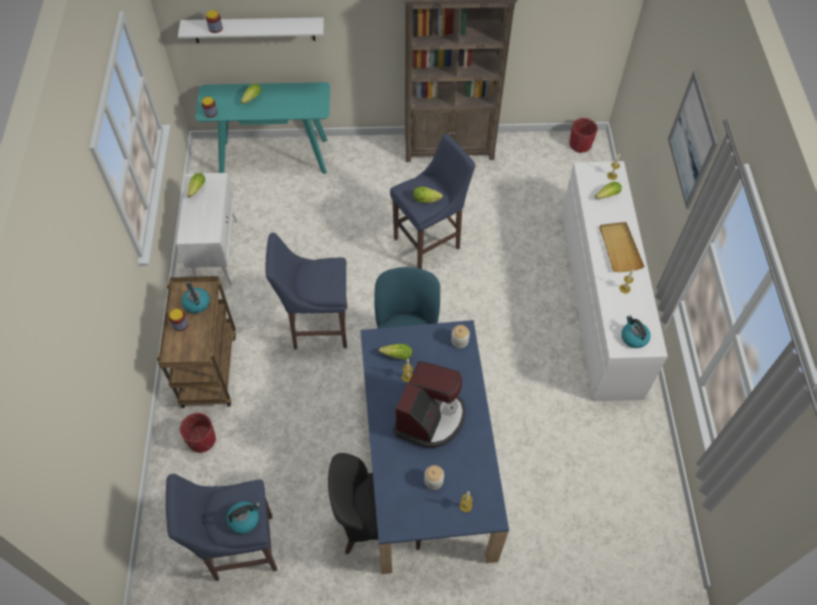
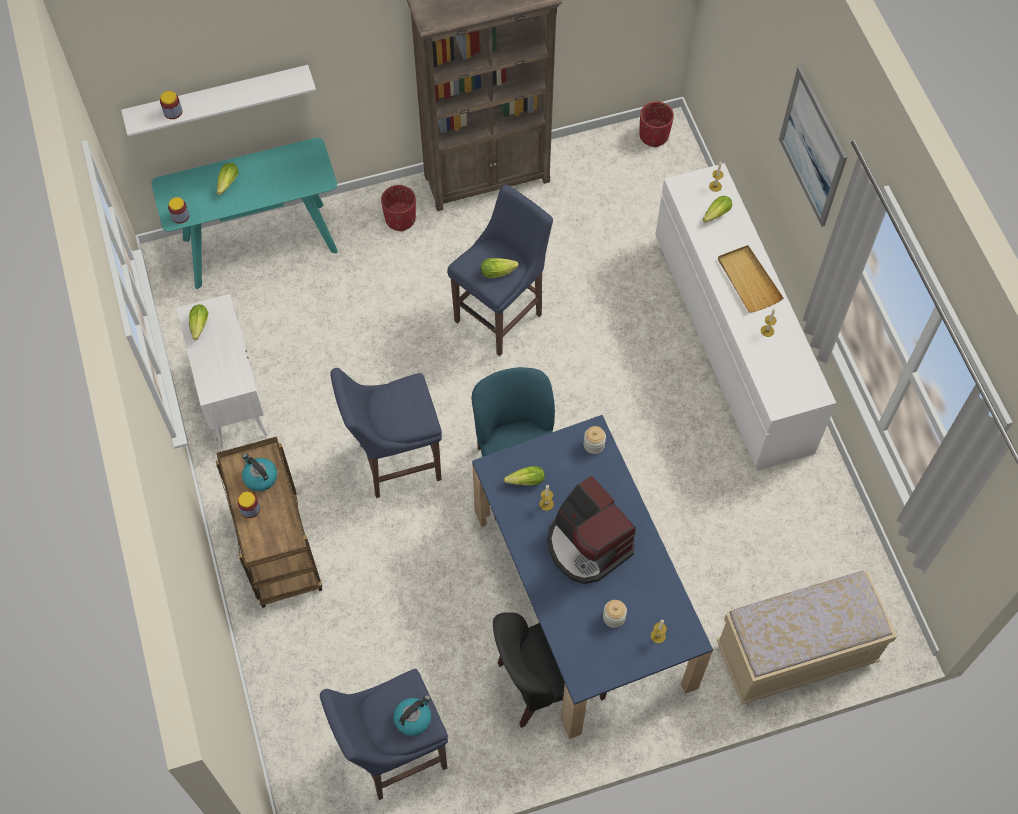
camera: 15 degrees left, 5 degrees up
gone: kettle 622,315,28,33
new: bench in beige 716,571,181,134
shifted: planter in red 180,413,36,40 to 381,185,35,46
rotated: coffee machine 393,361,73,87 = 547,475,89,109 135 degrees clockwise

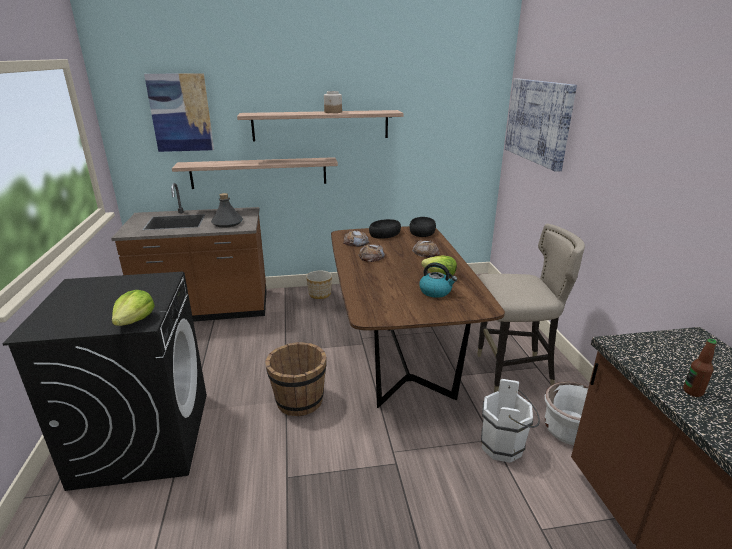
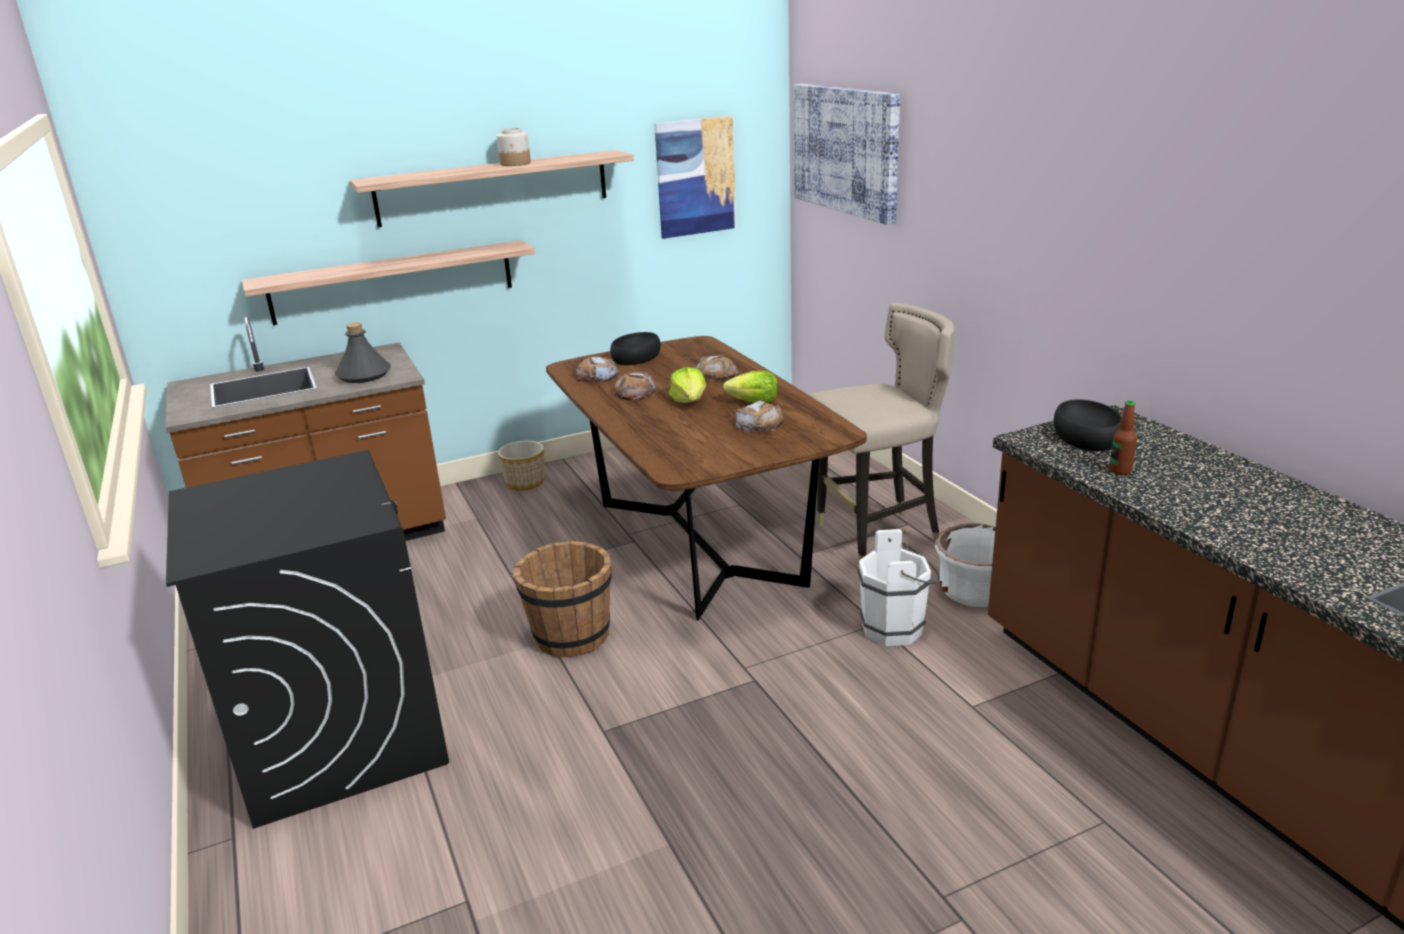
camera: 15 degrees left, 0 degrees up
shifted: picture 144,73,70,79 to 654,116,82,123; bowl in black 409,217,27,20 to 1054,399,68,52; lettuce 112,290,43,36 to 669,367,37,36
swapped: kettle 419,262,38,36 to bread 736,400,48,32

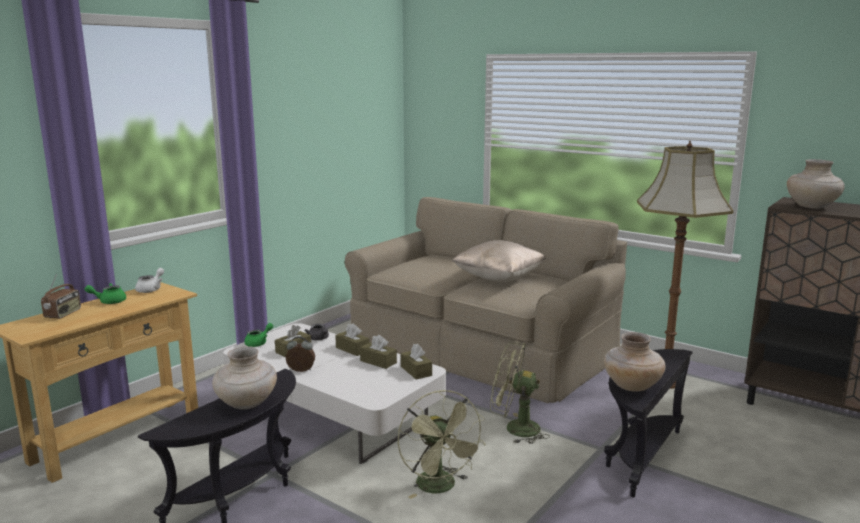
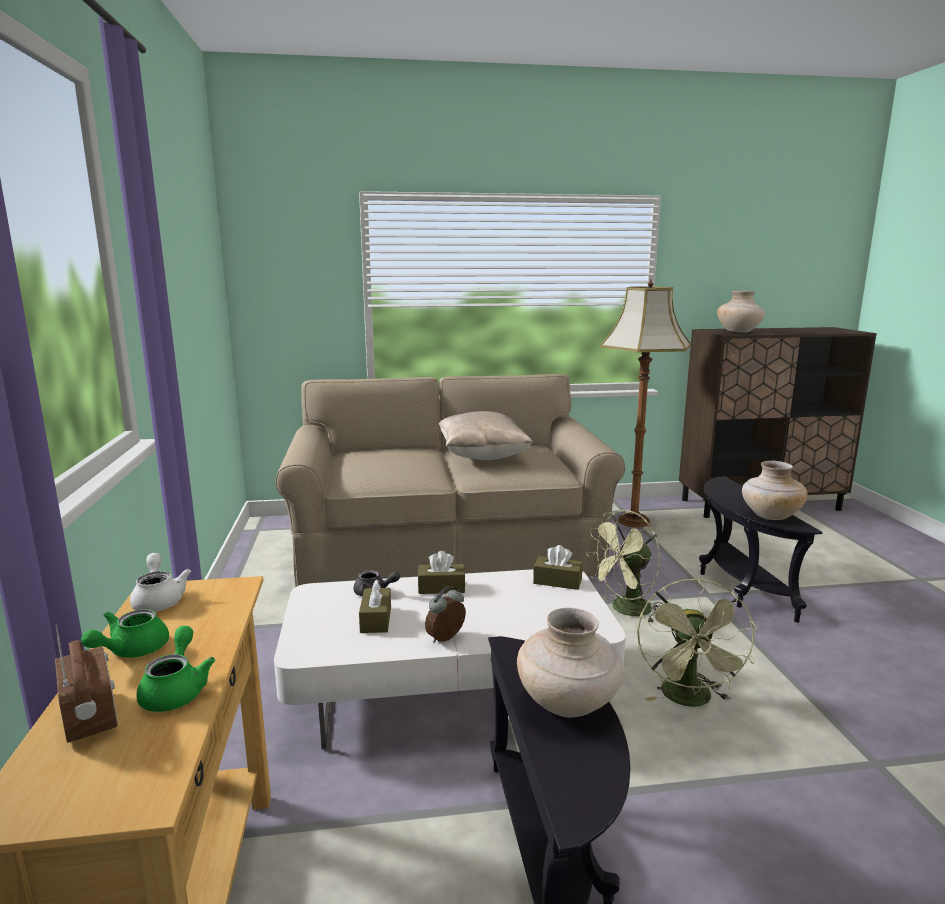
camera: 45 degrees left, 0 degrees up
gone: tissue box in brown 360,335,37,34
shifted: teapot in green 244,323,29,24 to 136,626,79,86
rotated: fan in green 398,390,88,109 = 637,578,120,129 75 degrees clockwise

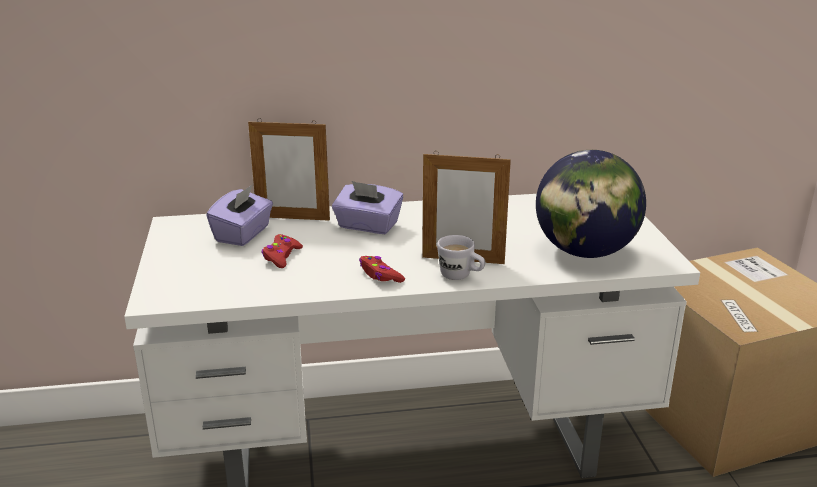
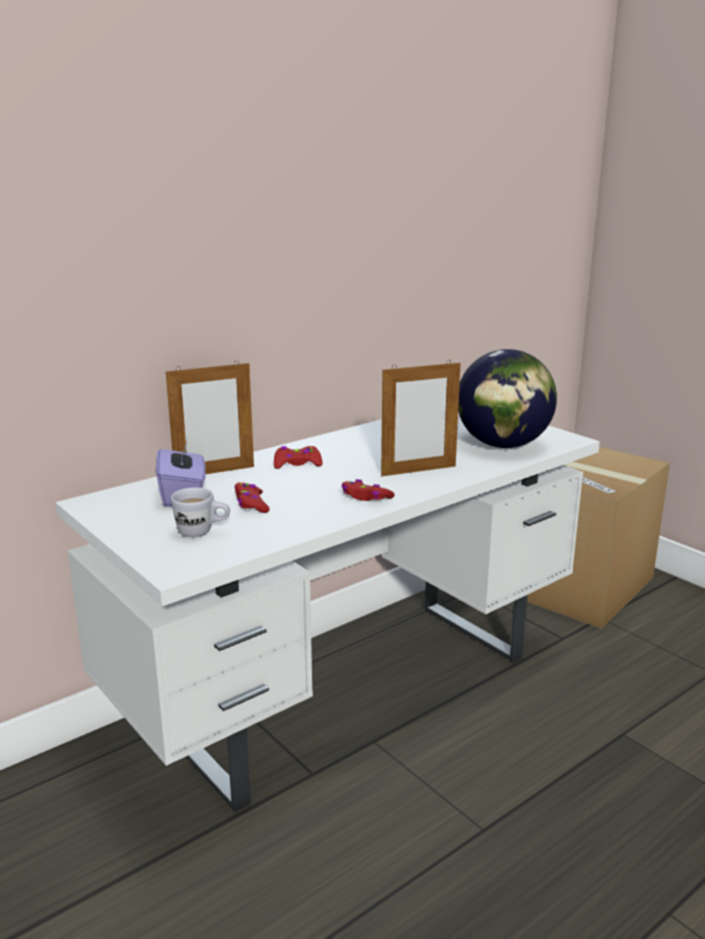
camera: 30 degrees left, 5 degrees down
shifted: mug in white 437,235,48,45 to 171,487,59,50
swapped: tissue box in purple 332,181,71,53 to game controller in red 274,446,48,23

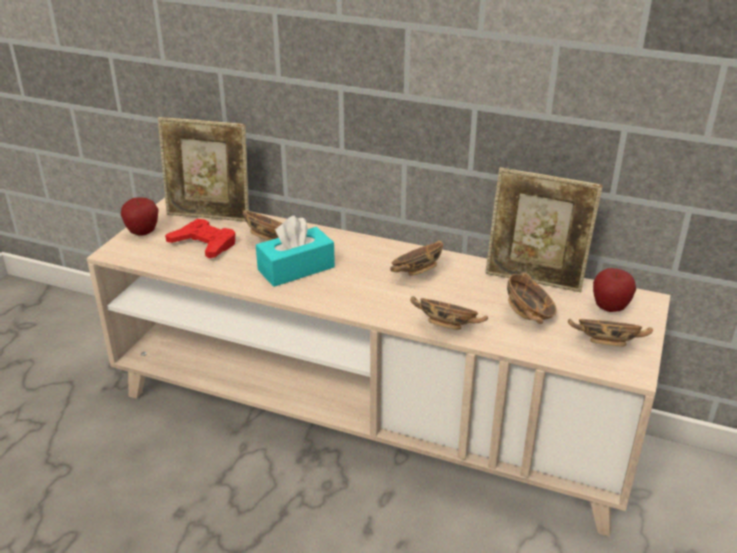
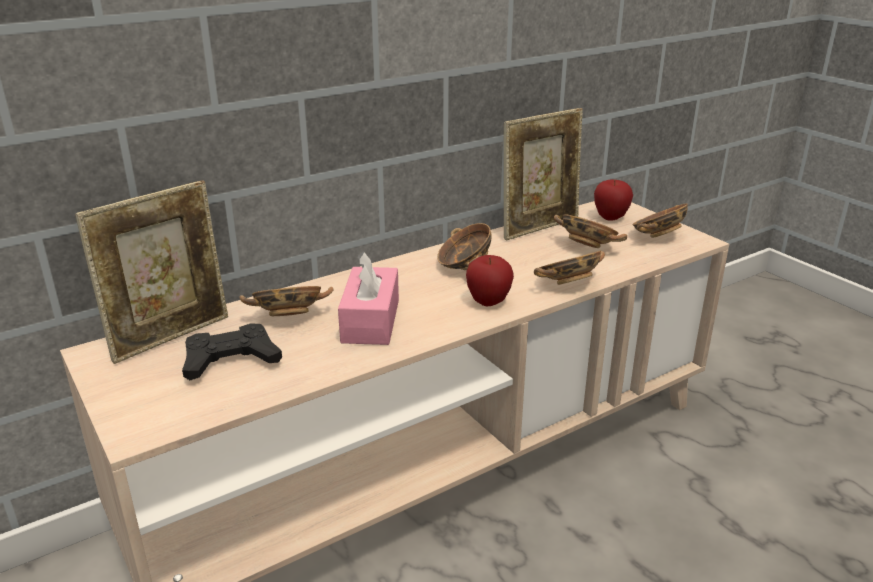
camera: 55 degrees left, 5 degrees down
shifted: apple 121,197,38,39 to 466,255,48,51
repainted: tissue box in turquoise 256,215,79,72 to tissue box in pink 338,251,61,94; game controller in red 165,219,71,39 to game controller in black 182,323,100,57

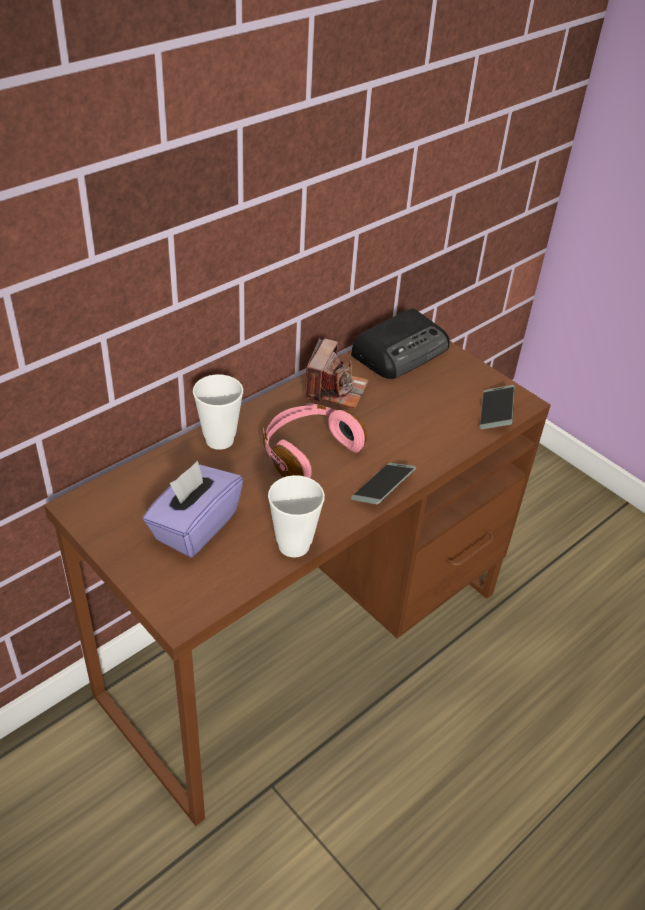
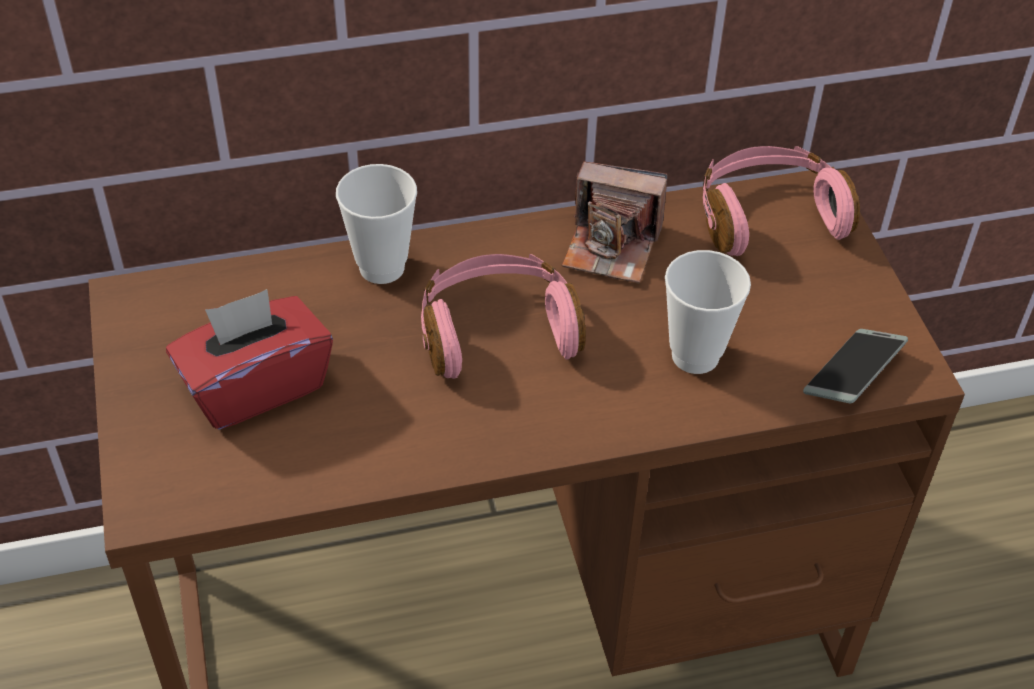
camera: 30 degrees right, 5 degrees up
gone: phone 351,463,65,41
shifted: cup 268,475,57,83 to 665,250,86,124
swapped: radio 351,308,98,71 to headphones in pink 703,146,157,110
repainted: tissue box in purple 143,461,100,97 to tissue box in red 166,289,167,141
rotated: photo camera 305,338,64,70 = 562,162,105,121 60 degrees clockwise

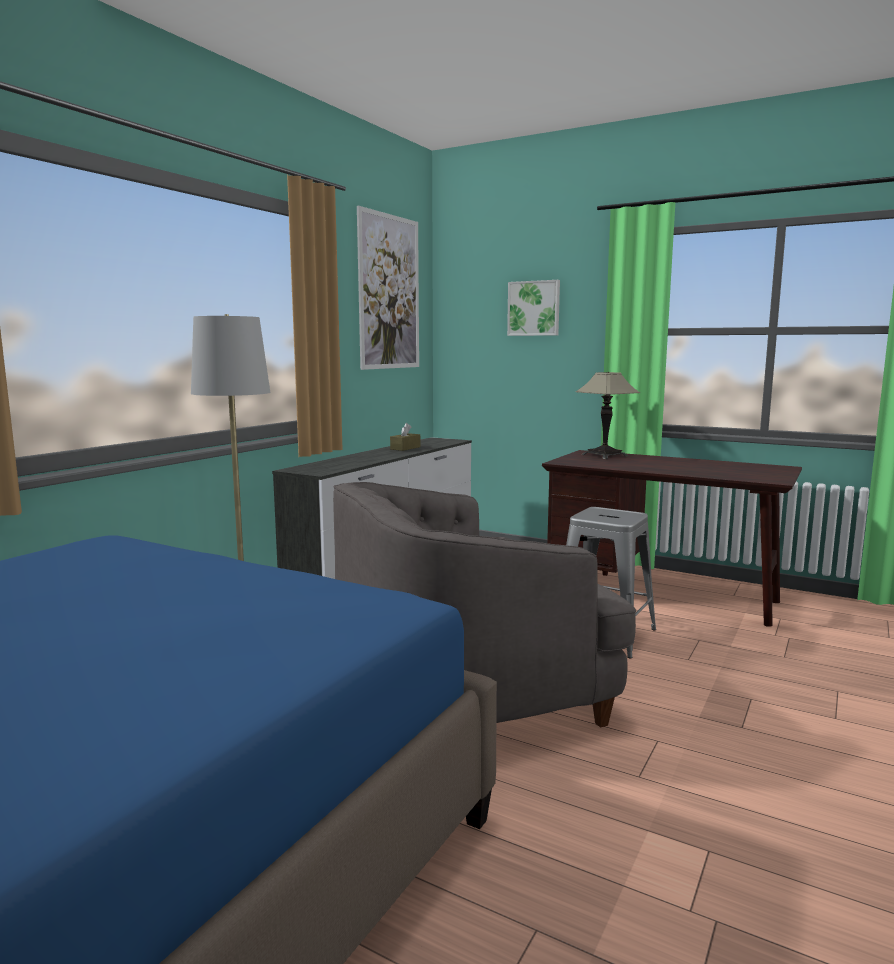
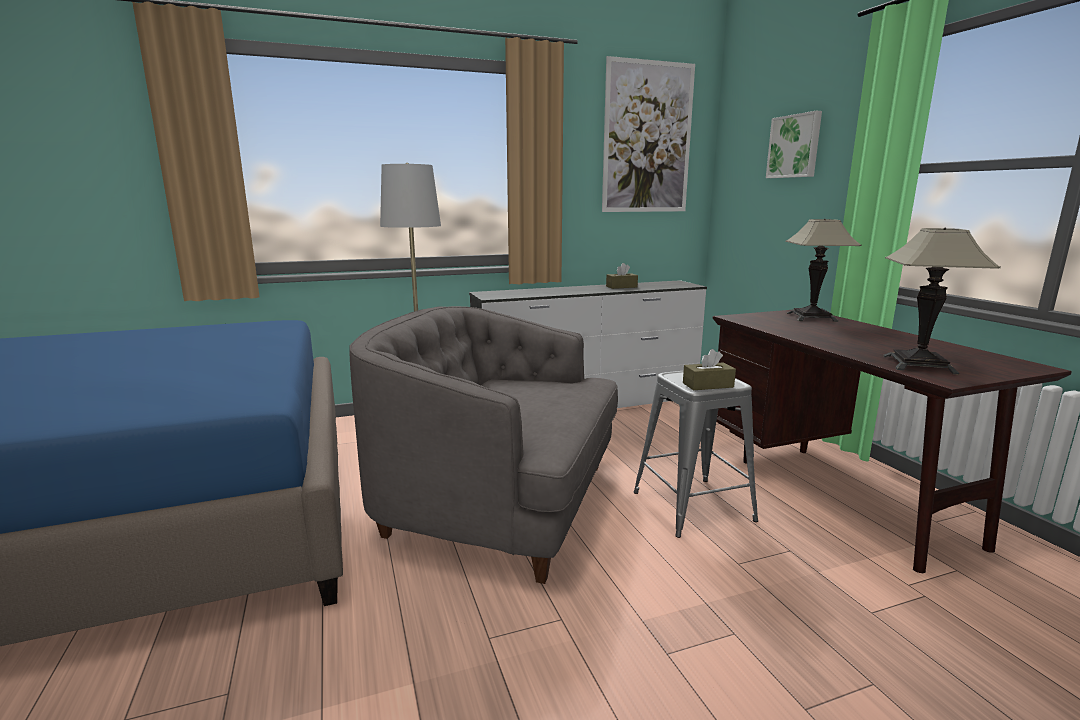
camera: 40 degrees right, 5 degrees up
new: table lamp 883,228,118,147; tissue box in brown 683,349,53,41

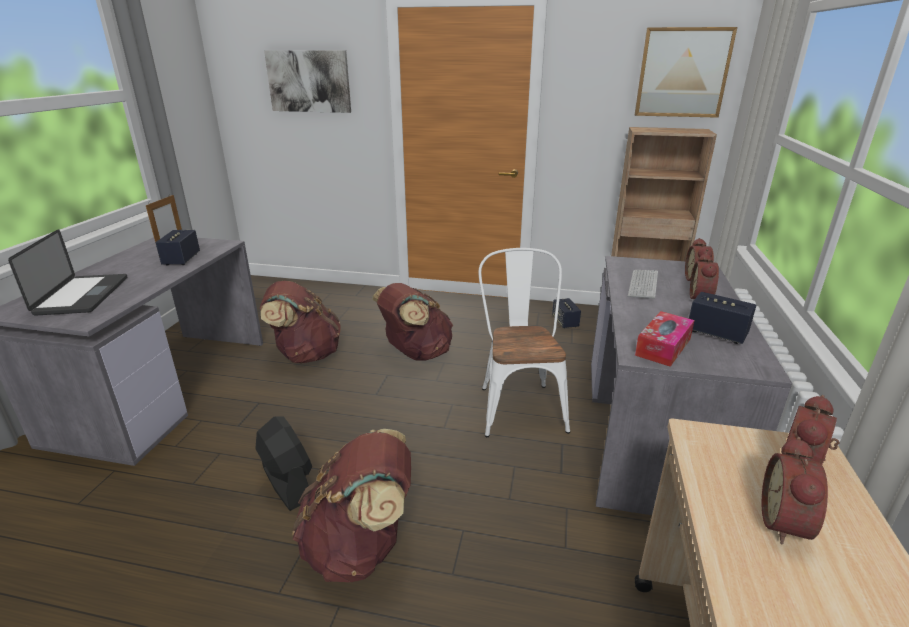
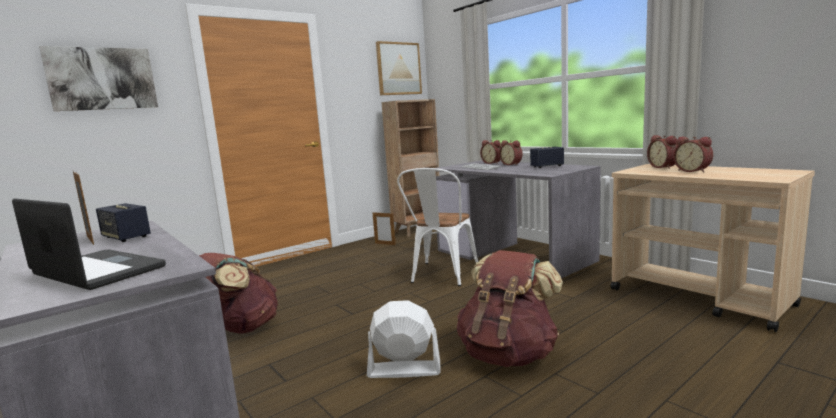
camera: 50 degrees left, 15 degrees down
gone: backpack in brown 372,283,81,78; tissue box 635,311,60,56
swapped: speaker 552,298,29,30 to picture frame 373,211,23,34
repainted: fan in black 255,416,57,95 to fan in white 367,300,73,78
rotated: chair in white 479,248,91,189 = 397,168,81,118 105 degrees counterclockwise

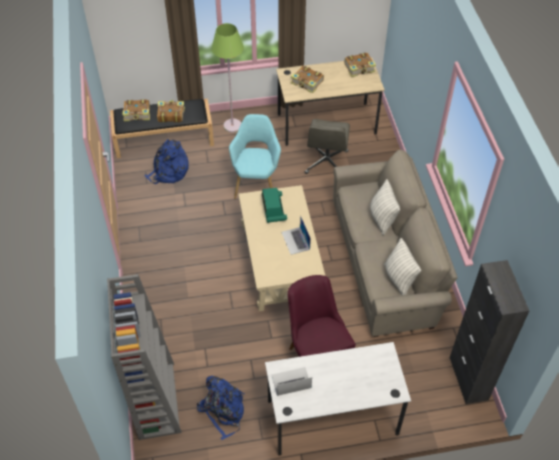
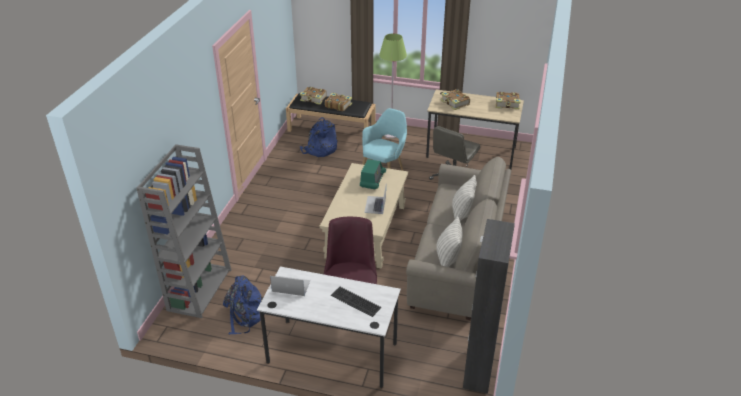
camera: 25 degrees right, 15 degrees down
new: keyboard 331,287,50,30

